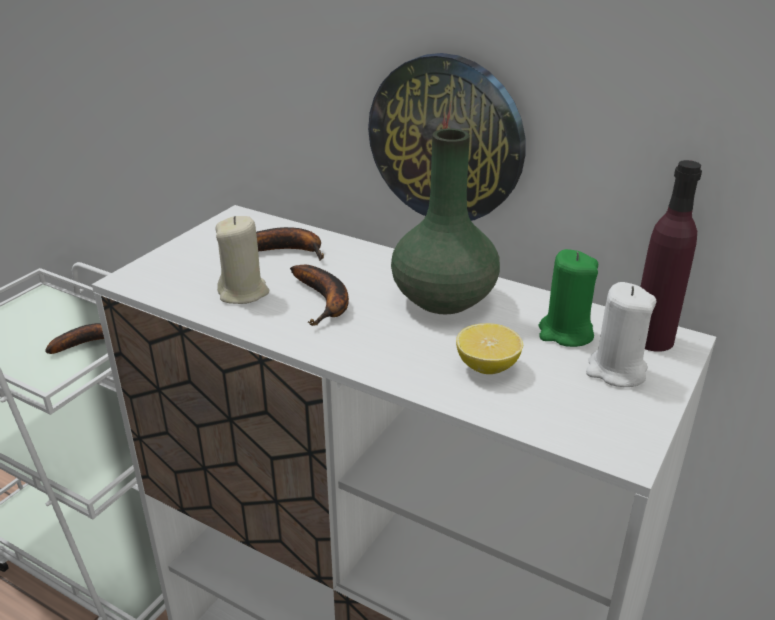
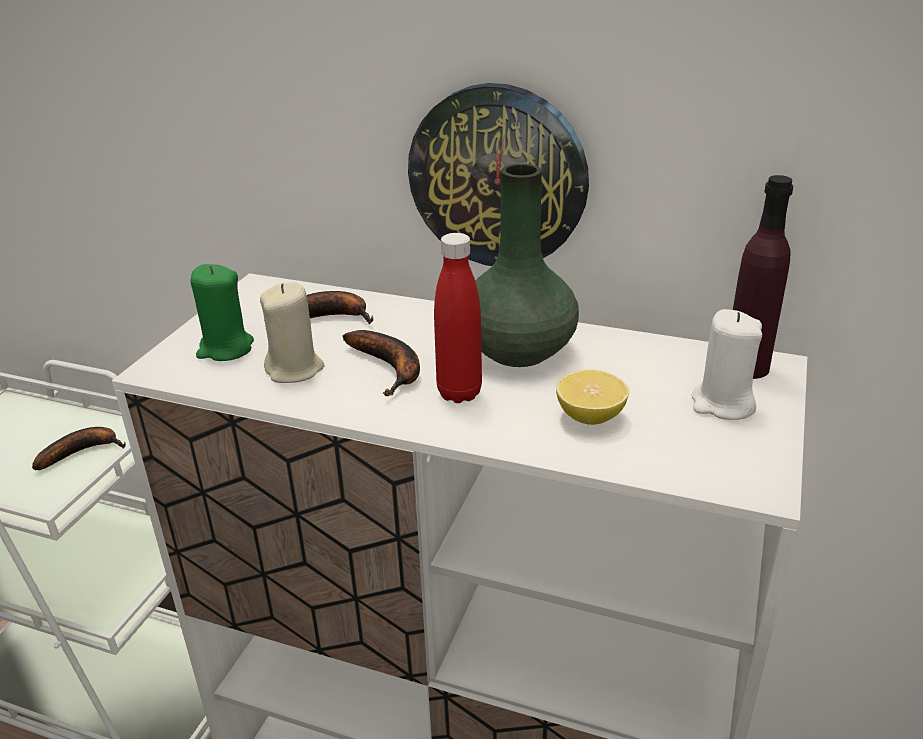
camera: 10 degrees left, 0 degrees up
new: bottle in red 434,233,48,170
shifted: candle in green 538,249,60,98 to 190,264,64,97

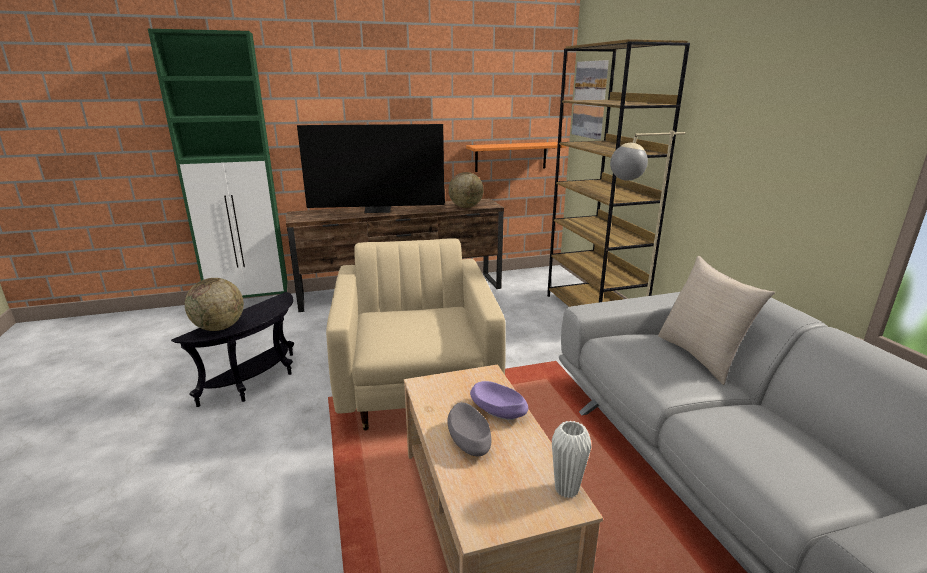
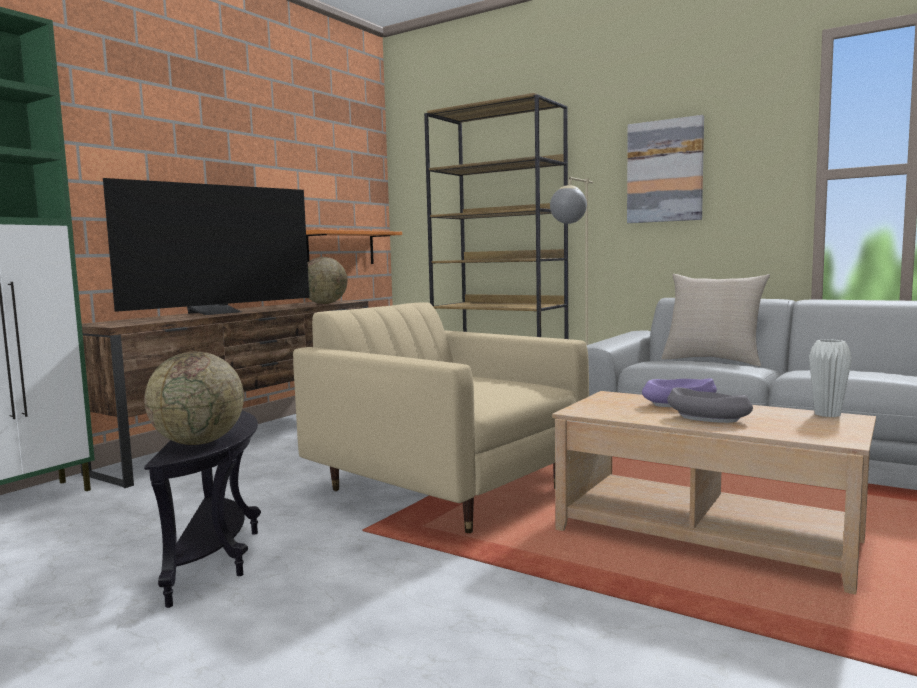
camera: 40 degrees left, 15 degrees down
shifted: picture 571,60,38,80 to 627,115,77,108

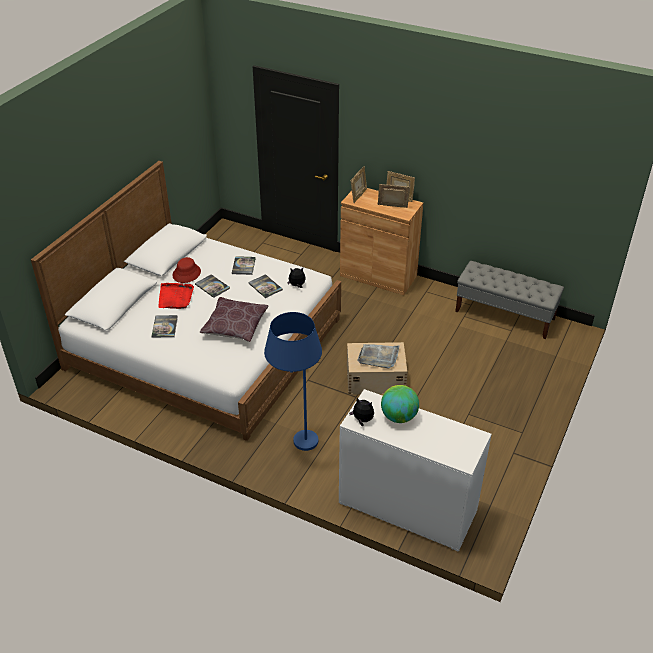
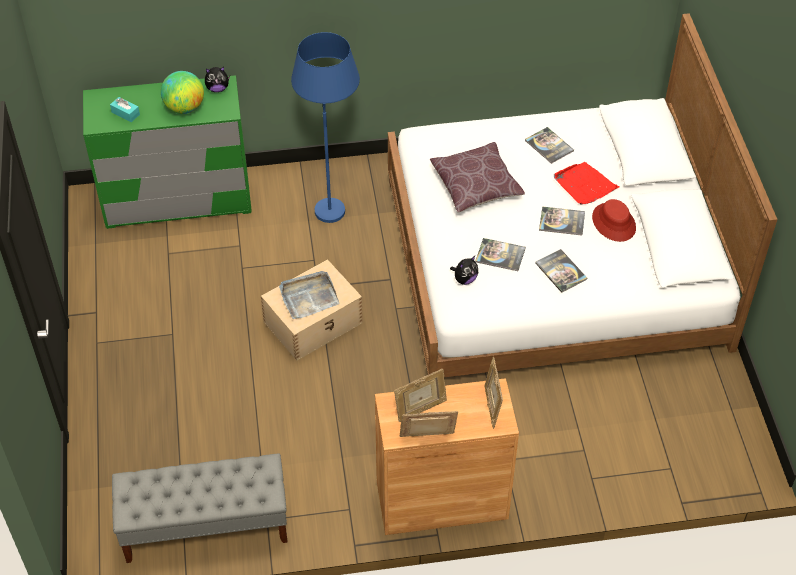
camera: 145 degrees right, 10 degrees up
new: tissue box in turquoise 110,97,30,25
repainted: dresser in white 339,389,153,163 to dresser in green 83,75,169,154

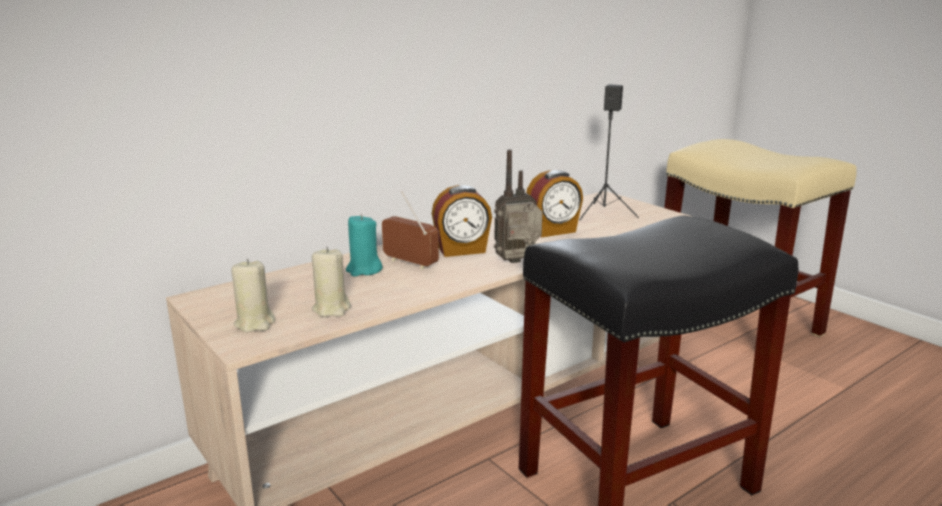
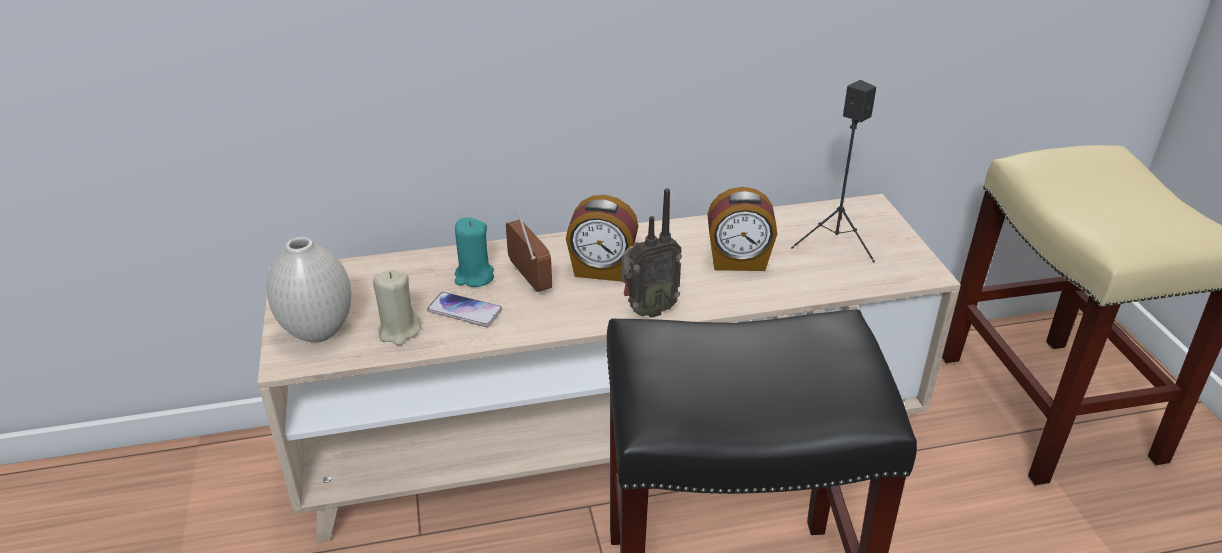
camera: 25 degrees right, 15 degrees up
new: phone 427,292,75,35
swapped: candle in beige 231,259,44,73 to vase in white 266,237,86,106
rotated: radio 494,150,49,113 = 622,188,60,130 150 degrees clockwise

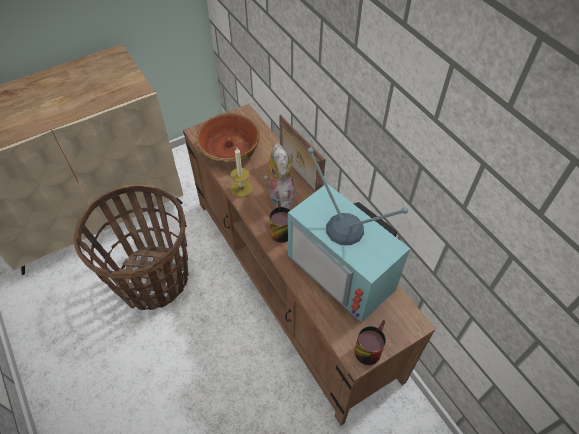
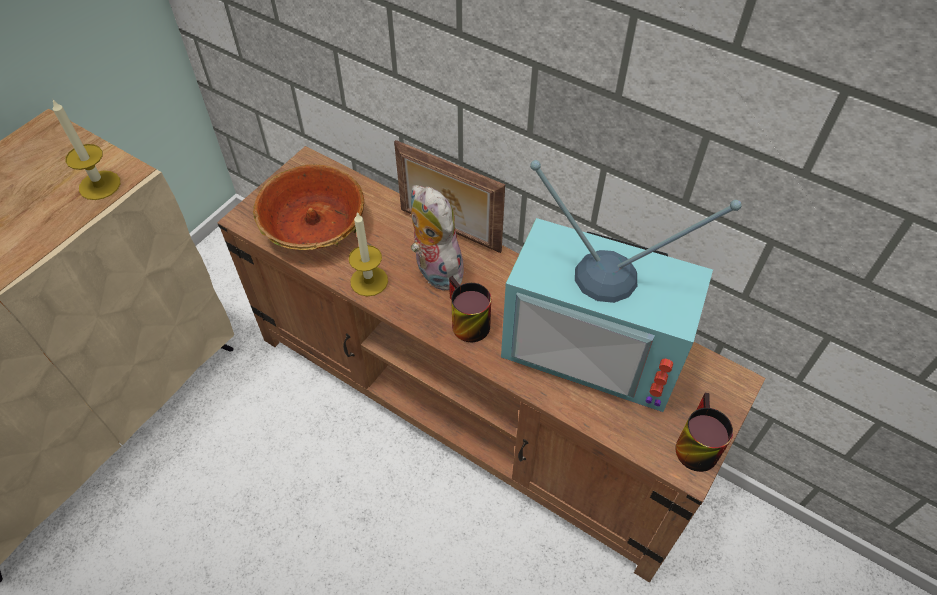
camera: 25 degrees left, 0 degrees up
gone: basket 74,184,115,126
new: candle 53,100,67,100

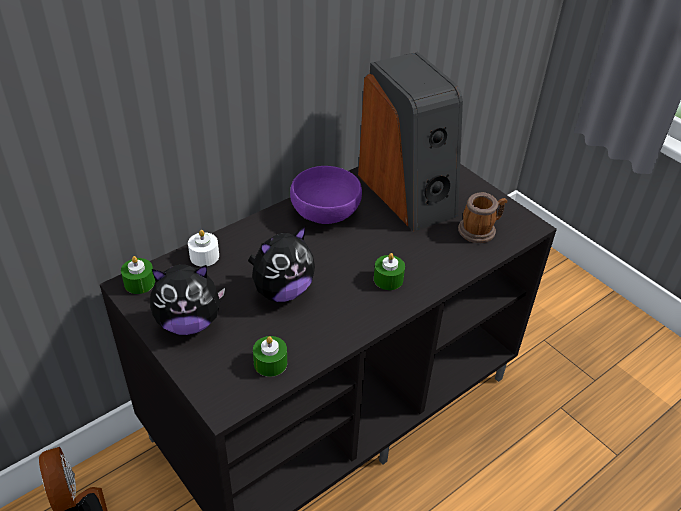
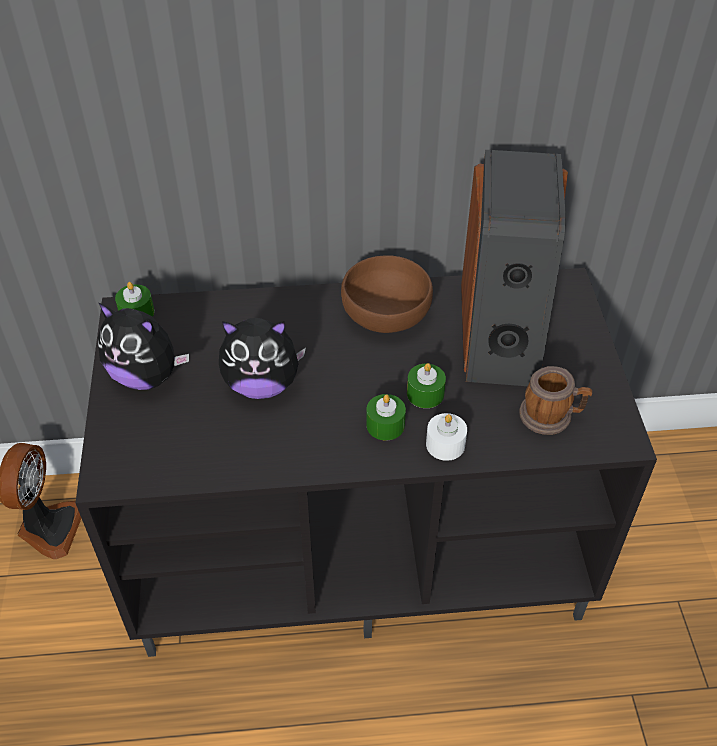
camera: 35 degrees right, 5 degrees up
shifted: candle in white 188,230,31,37 to 426,413,41,48; candle in green 253,336,34,41 to 407,363,39,45
repainted: bowl in purple 290,166,72,58 to bowl in brown 341,255,92,78

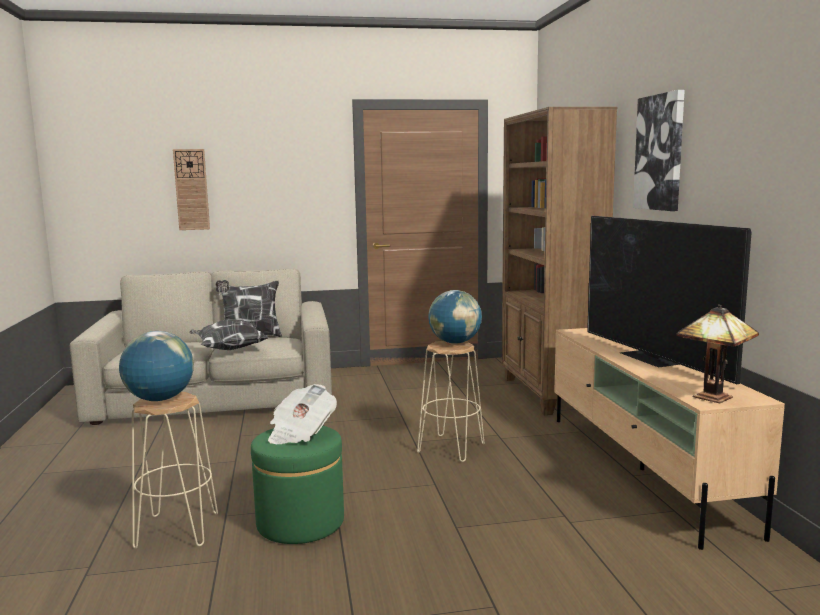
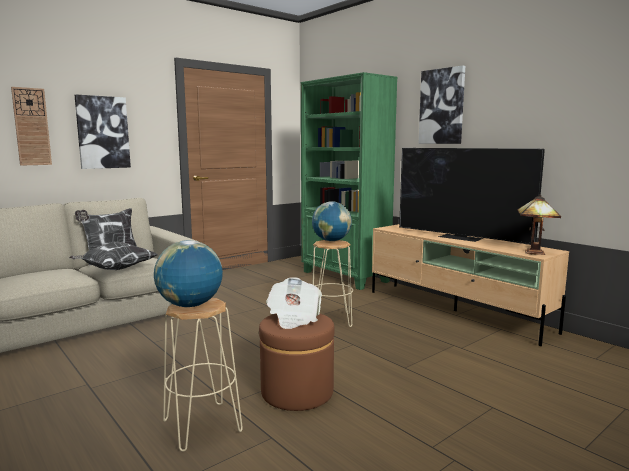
camera: 30 degrees left, 0 degrees up
new: picture 75,95,56,74
repainted: bookcase in brown 502,107,115,308 to bookcase in green 301,72,97,218; ottoman in green 251,426,93,118 to ottoman in brown 259,313,75,98

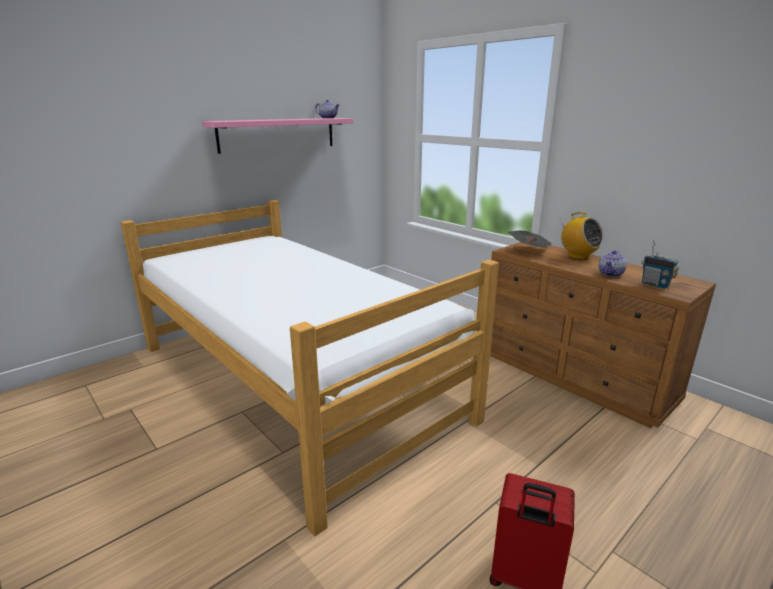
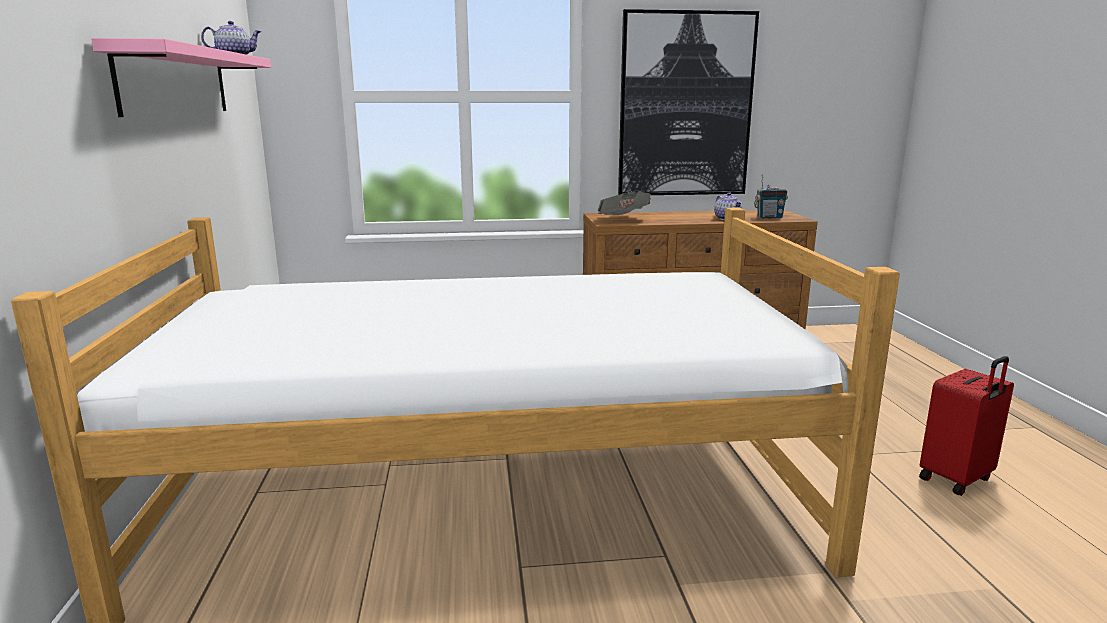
camera: 55 degrees left, 5 degrees down
gone: radio 560,212,44,48
new: picture 618,9,141,186

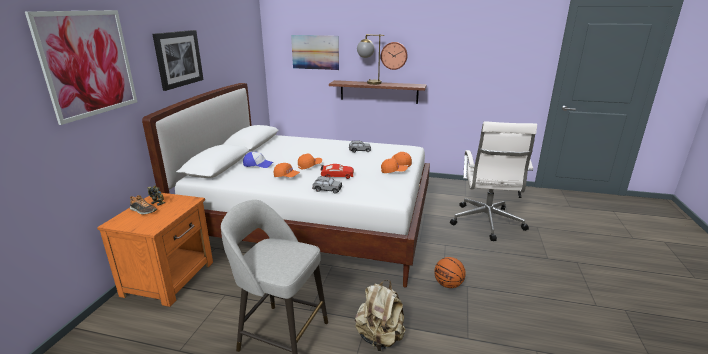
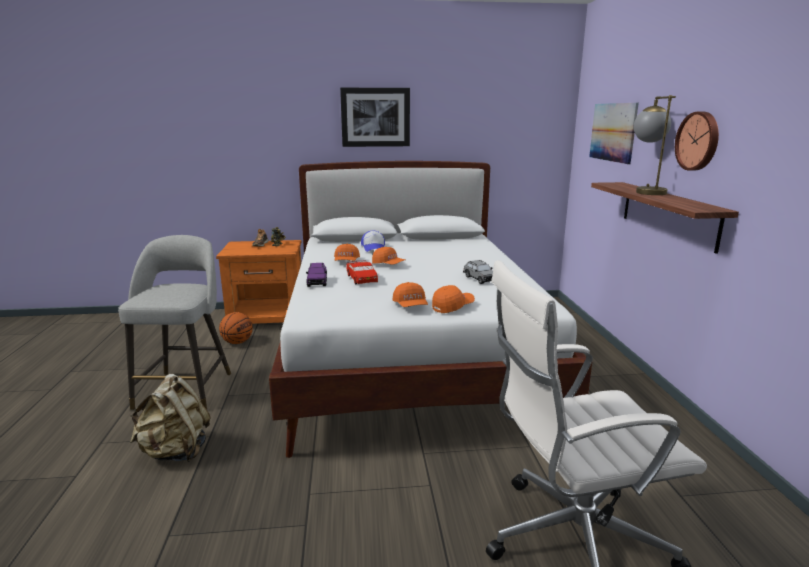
camera: 70 degrees right, 5 degrees down
gone: picture 25,10,112,115
shifted: basketball 434,257,32,31 to 219,312,34,32
repainted: toy car in grey 312,176,30,18 to toy car in purple 306,263,21,24

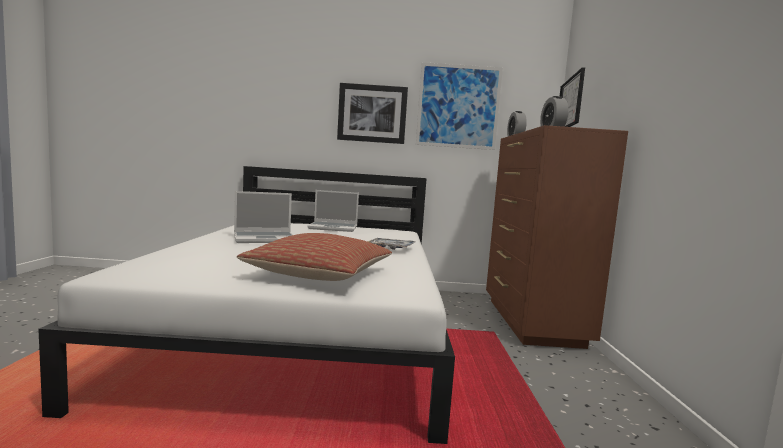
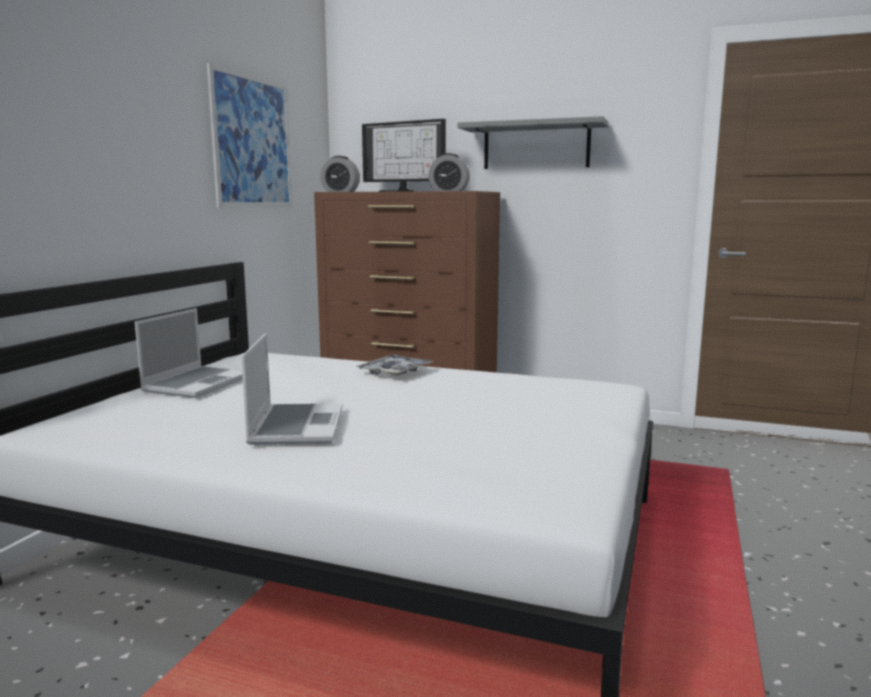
camera: 70 degrees left, 5 degrees up
gone: picture 337,83,71,61; pillow 237,233,155,48
new: shelf in grey 458,116,150,53

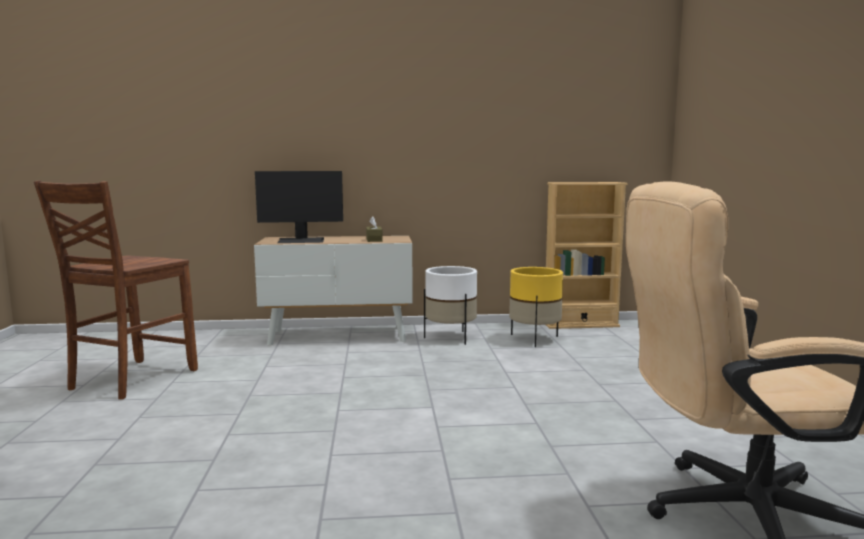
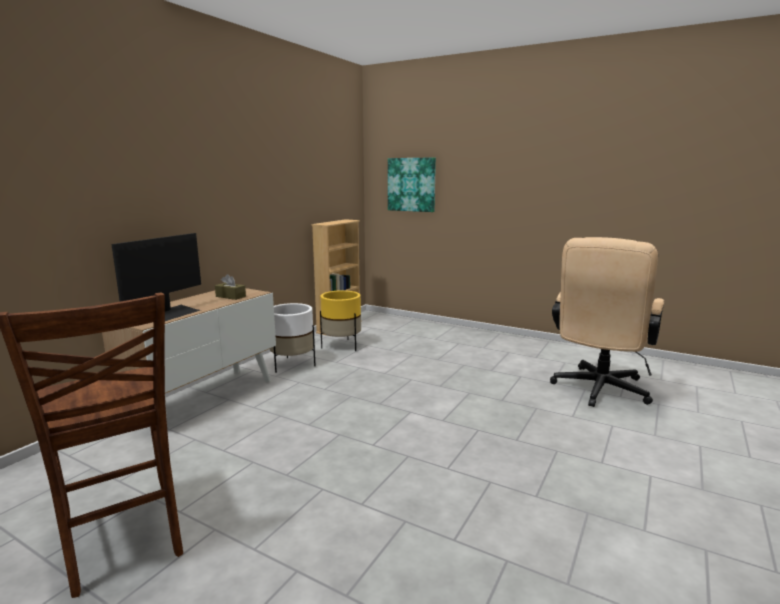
camera: 55 degrees left, 5 degrees up
new: picture 388,157,48,55

